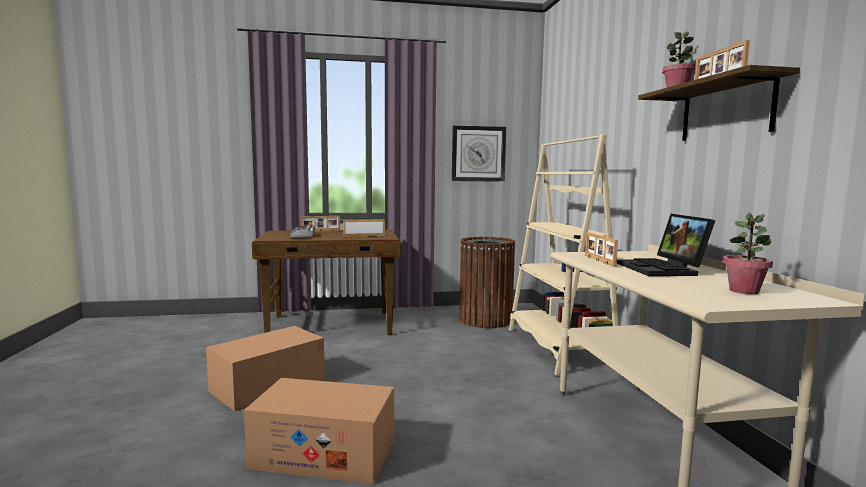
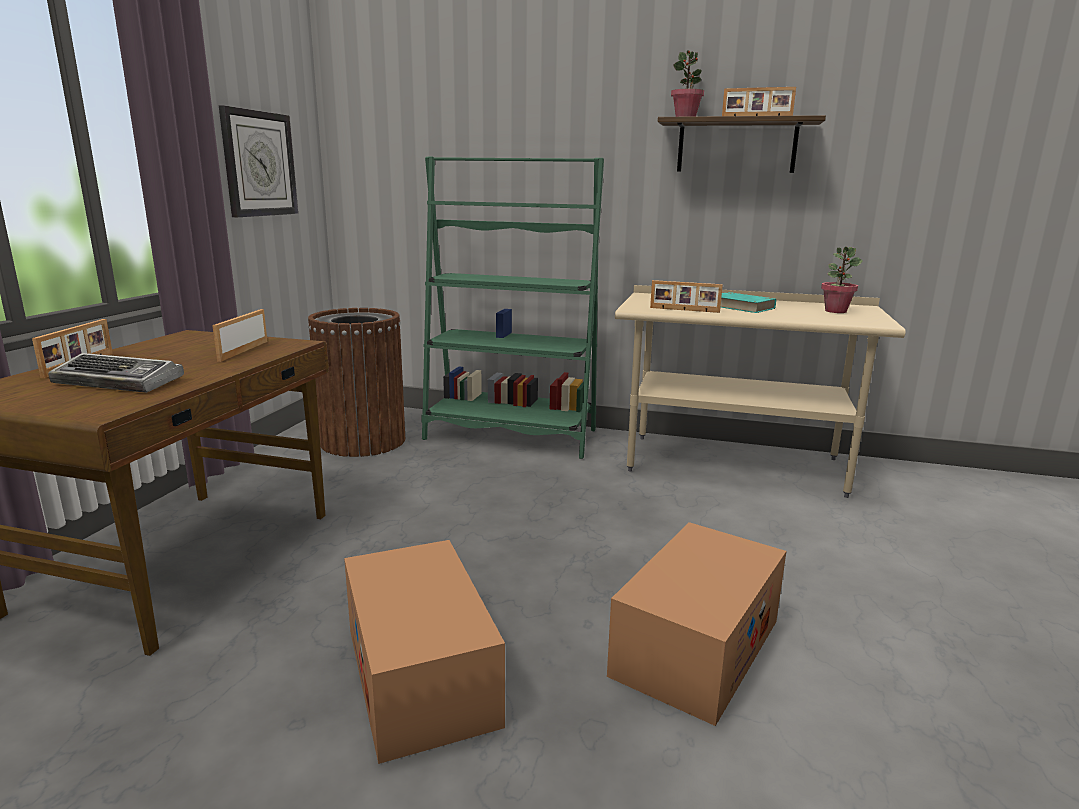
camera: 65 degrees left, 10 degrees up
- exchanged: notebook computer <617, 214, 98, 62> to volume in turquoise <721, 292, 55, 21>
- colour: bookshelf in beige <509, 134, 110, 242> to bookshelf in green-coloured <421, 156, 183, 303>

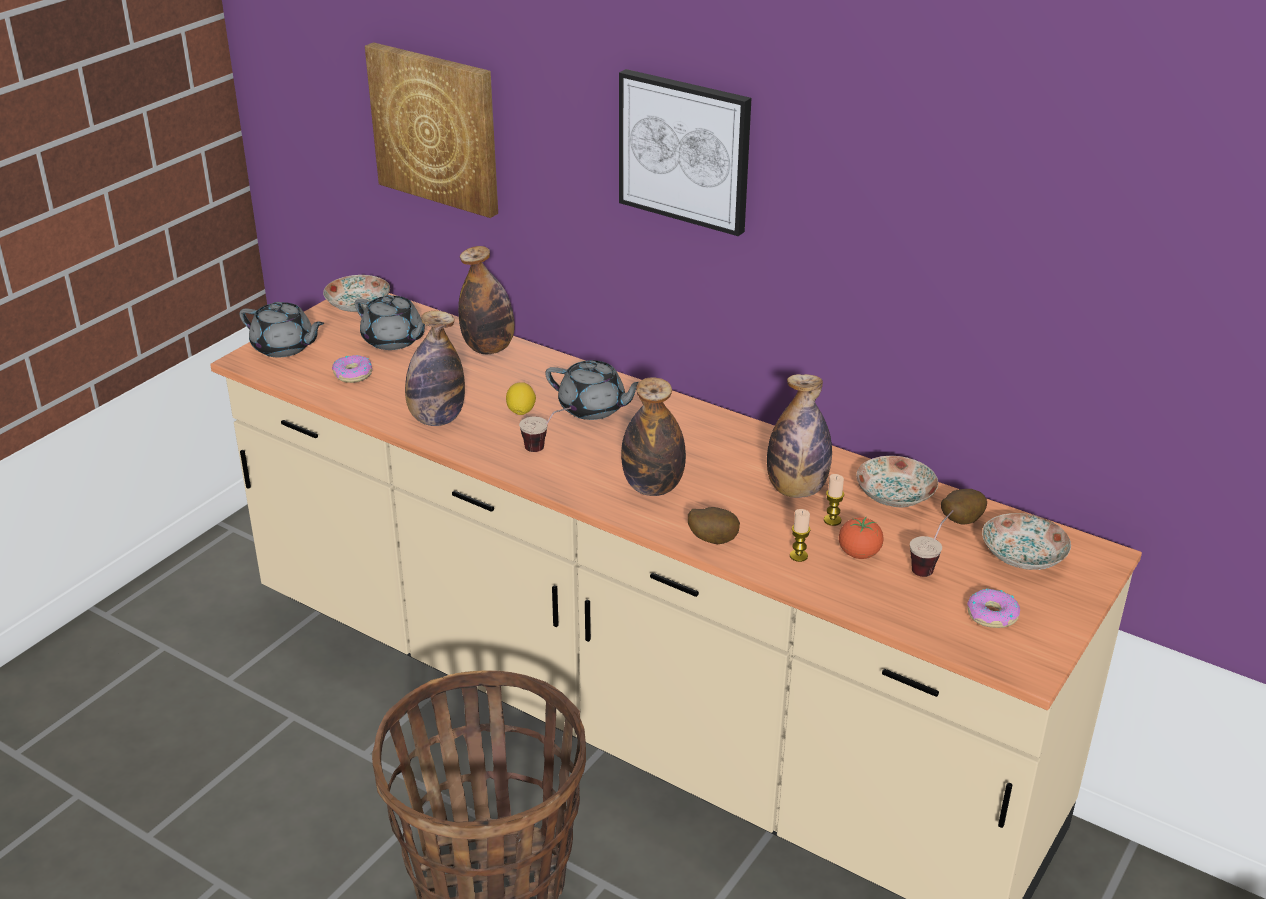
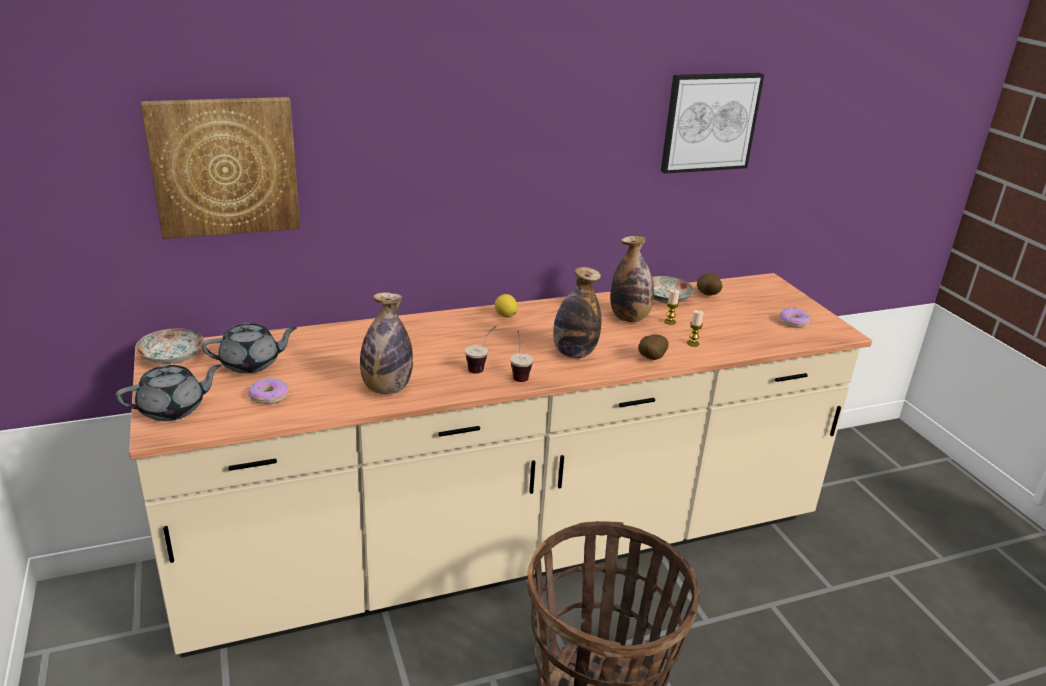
camera: 55 degrees left, 5 degrees down
- missing: beverage bottle <458, 246, 57, 108>
- missing: tea pot in gray <545, 360, 94, 60>
- missing: fresh tomato <839, 516, 45, 43>
- missing: flat dish <982, 513, 89, 57>
- relocated: lemon <506, 382, 30, 33> to <495, 294, 23, 24>
- relocated: wall picture <619, 69, 133, 167> to <661, 73, 103, 101>
- relocated: cup <910, 510, 44, 67> to <510, 330, 23, 52>

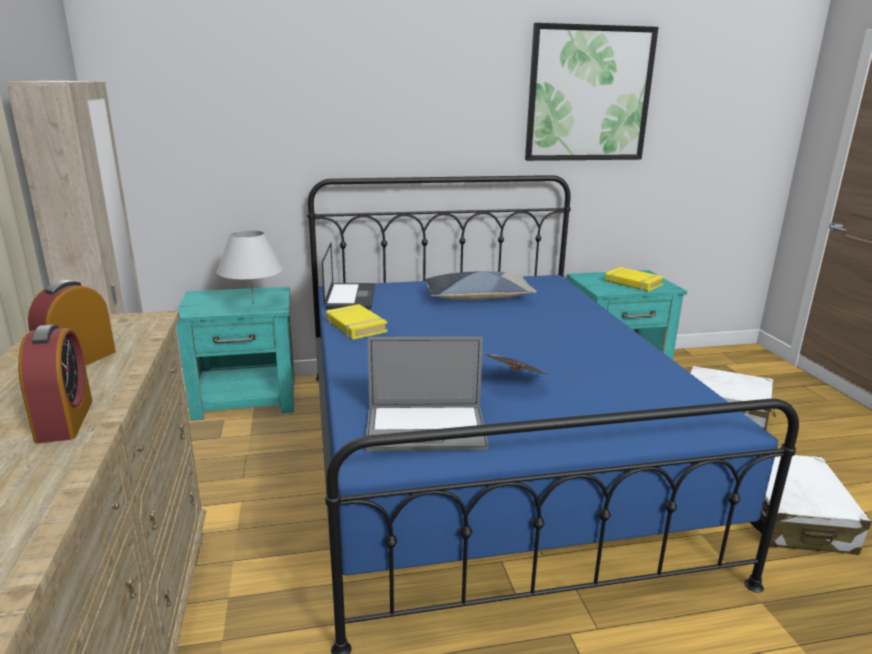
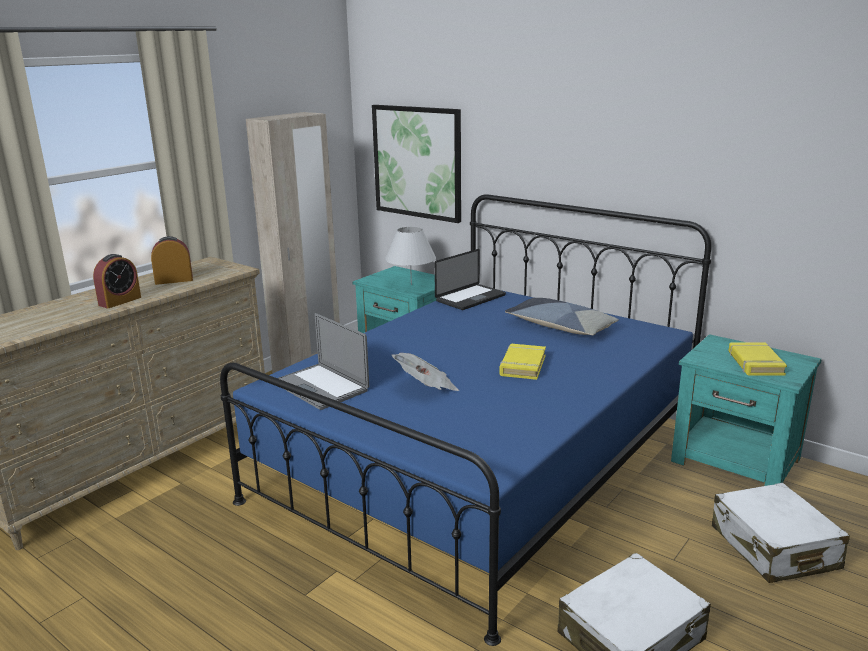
camera: 50 degrees right, 0 degrees up
- relocated: volume in yellow <326, 304, 61, 35> to <499, 344, 47, 36>
- relocated: wall picture <525, 23, 134, 138> to <372, 105, 89, 118>

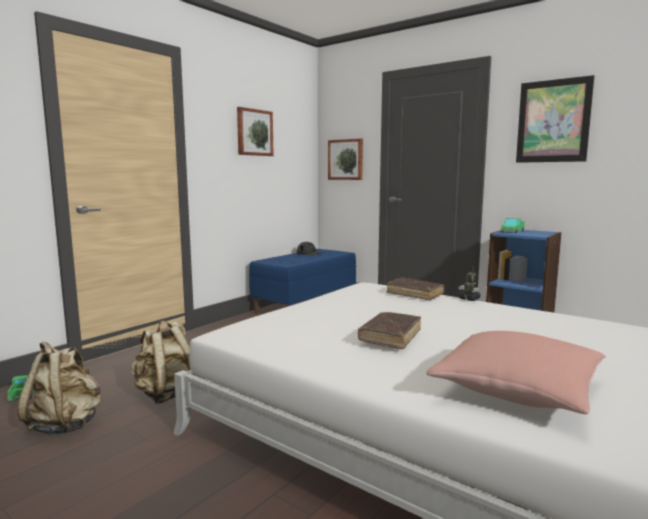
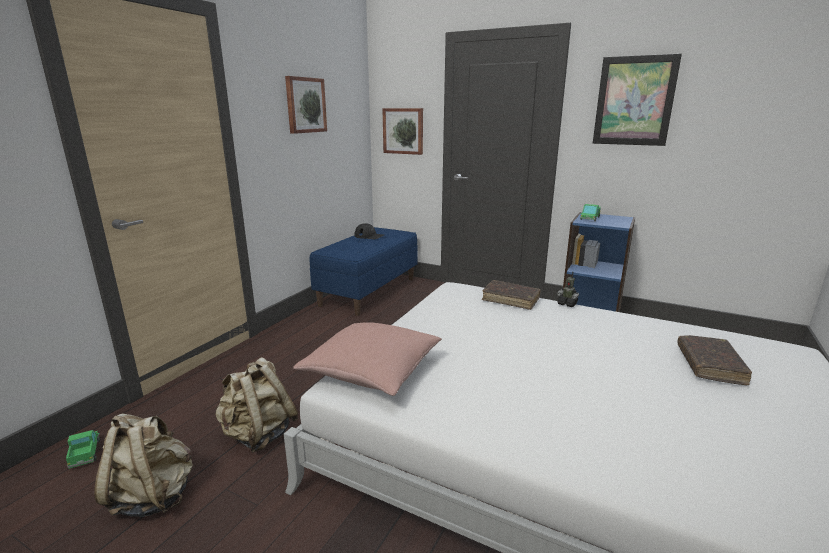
camera: 10 degrees left, 10 degrees up
- relocated: volume in brown-coloured <358, 312, 63, 37> to <677, 335, 75, 50>
- relocated: throw pillow in pinkish <426, 331, 180, 83> to <293, 322, 149, 74>

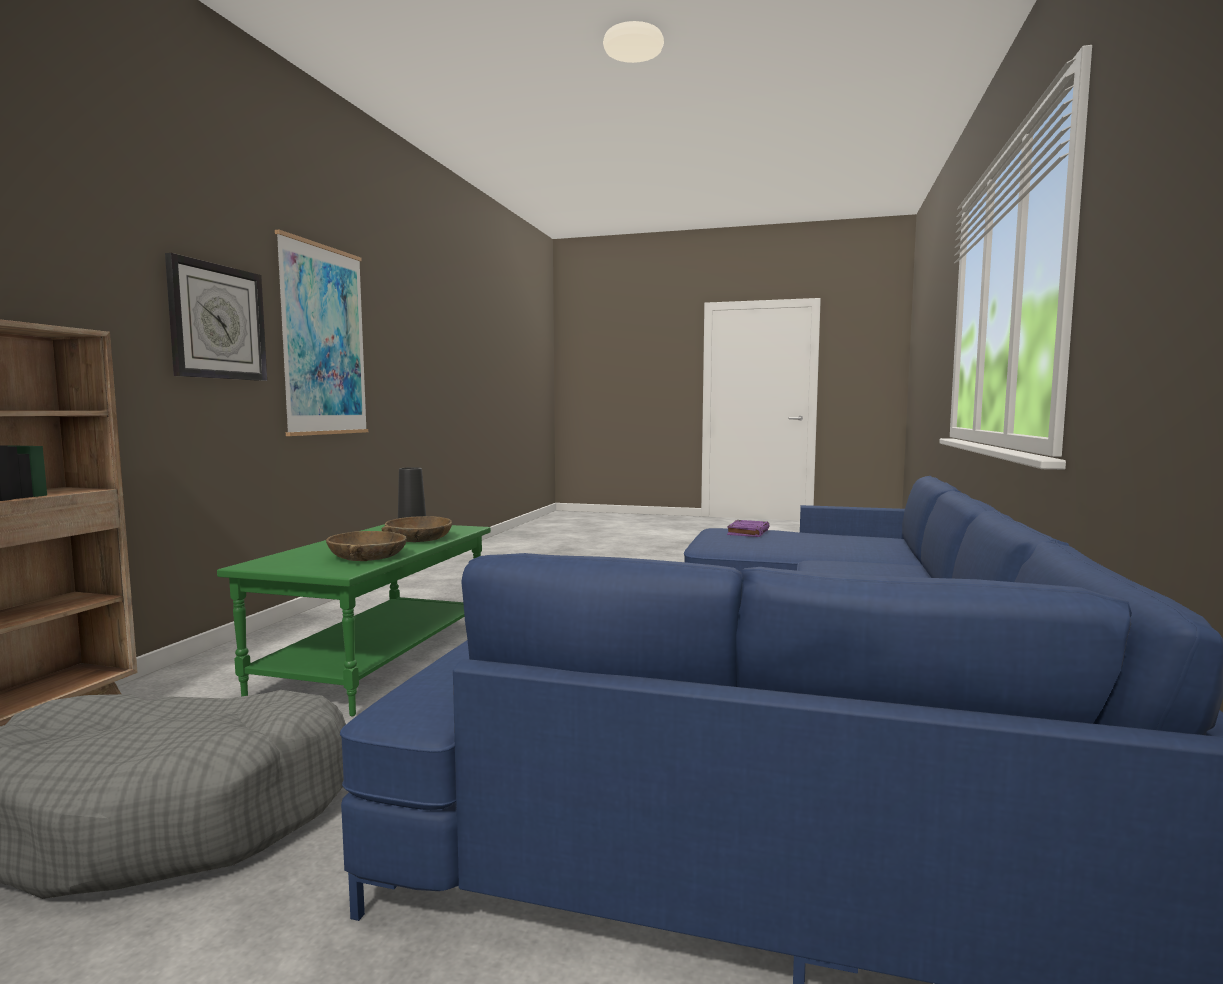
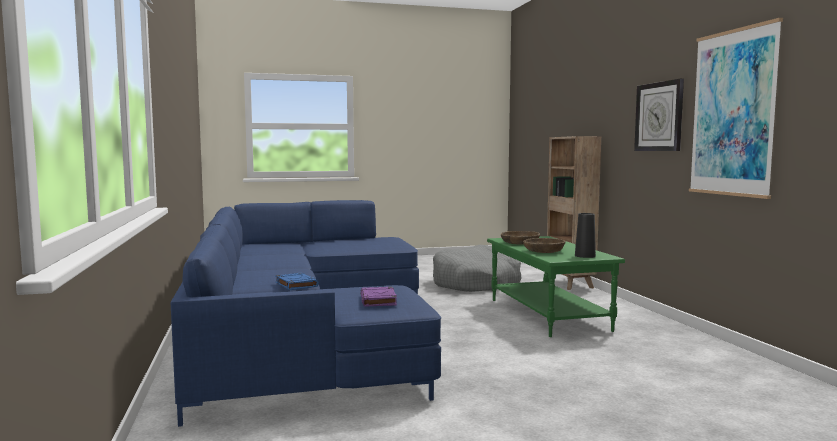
camera: 150 degrees right, 0 degrees up
- appeared: volume in bluish <275, 273, 44, 17>

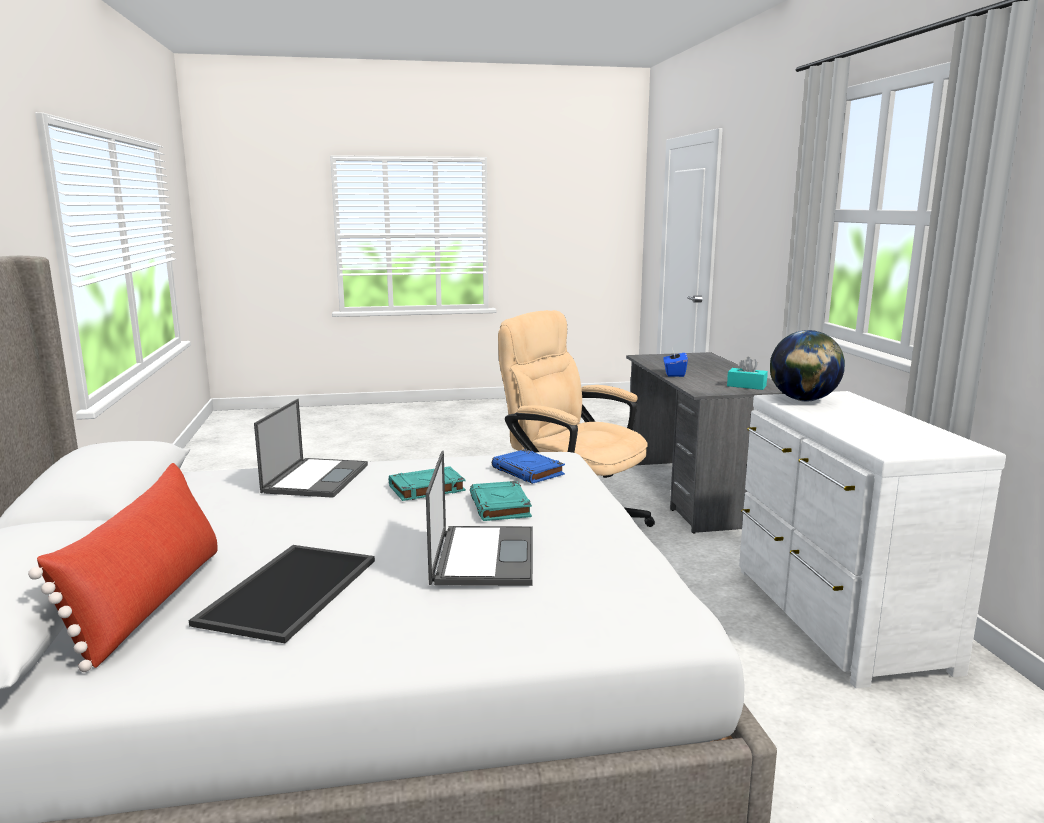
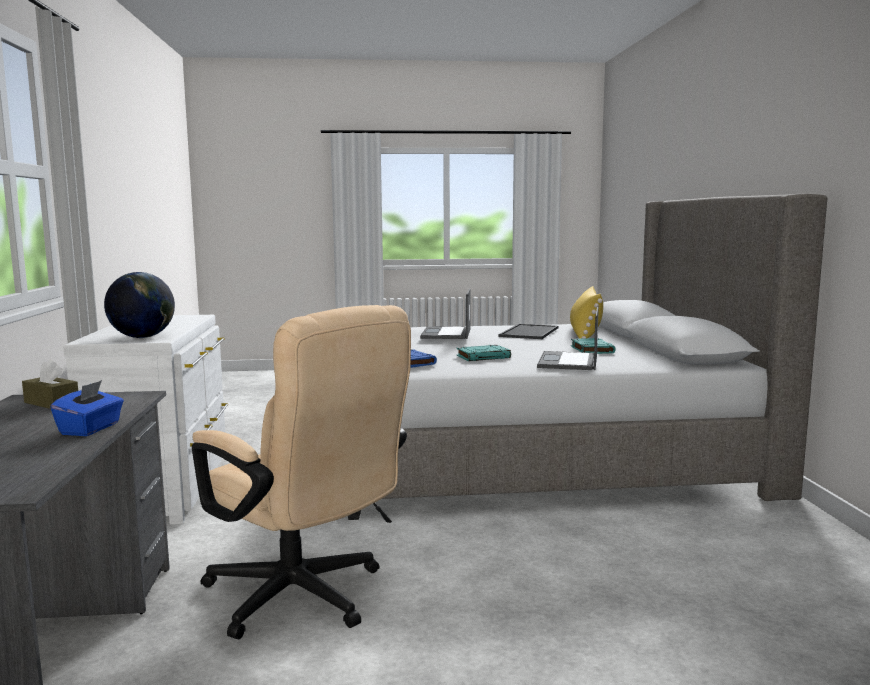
camera: 175 degrees left, 5 degrees down
- relocated: volume in turquoise <470, 481, 62, 40> to <571, 338, 45, 16>
- colour: throw pillow in reddish <28, 463, 190, 209> to throw pillow in yellow <570, 286, 33, 53>
- colour: box of tissues in turquoise <727, 357, 41, 33> to box of tissues in brown-coloured <22, 359, 56, 50>

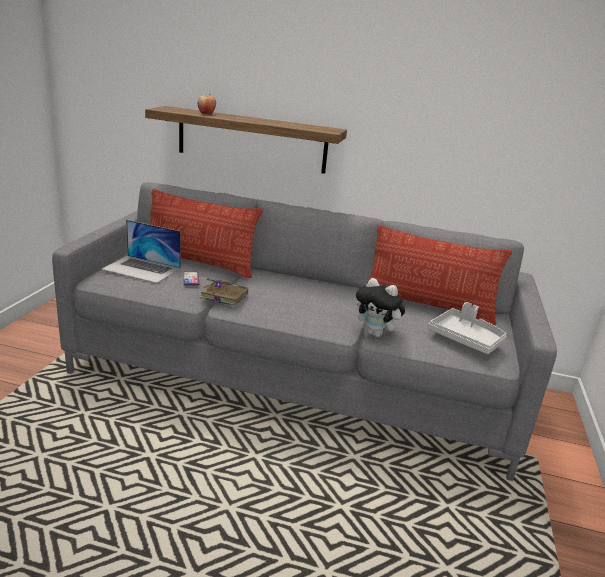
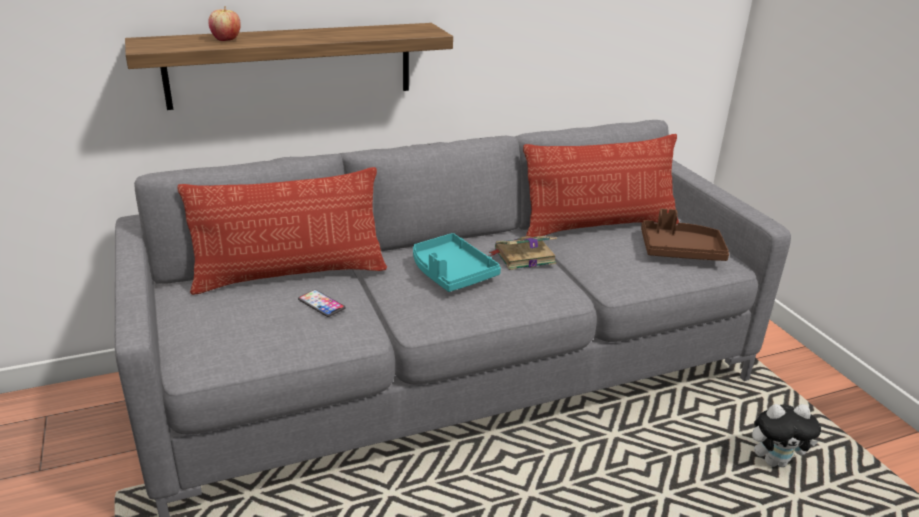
camera: 35 degrees left, 5 degrees up
- missing: notebook computer <101, 220, 80, 63>
- appeared: serving tray in turquoise <413, 233, 88, 59>
- relocated: volume <200, 277, 48, 30> to <488, 236, 69, 34>
- relocated: plush toy <356, 278, 49, 59> to <752, 404, 69, 63>
- colour: serving tray in gray <428, 302, 79, 52> to serving tray in brown-coloured <641, 209, 88, 52>

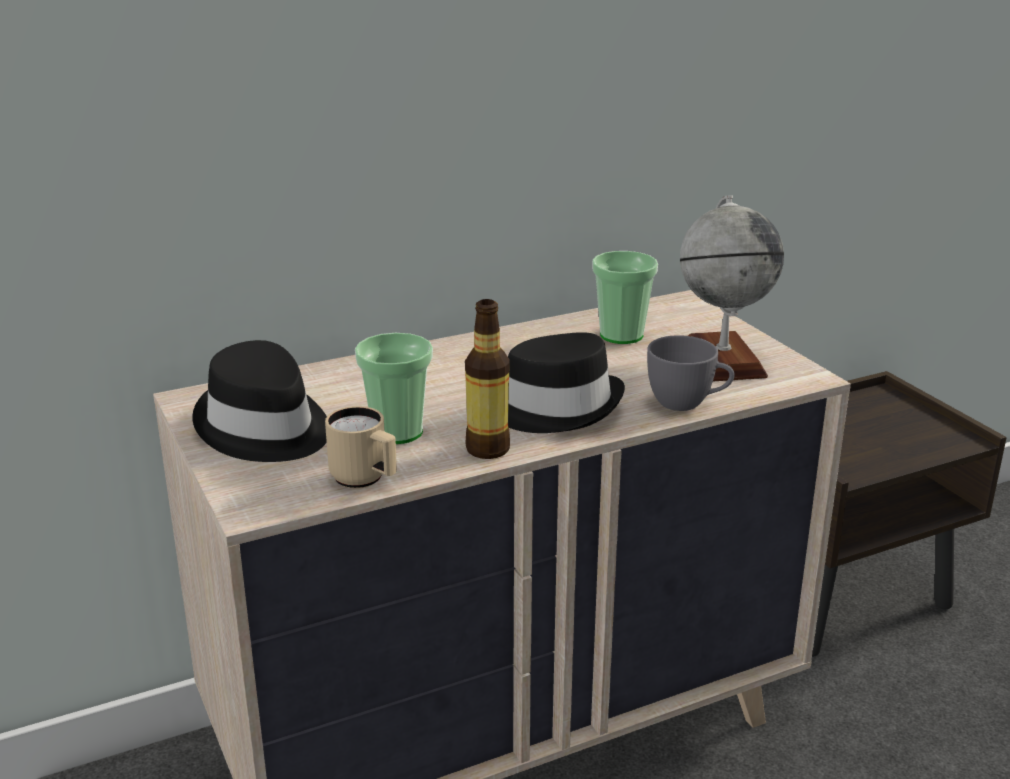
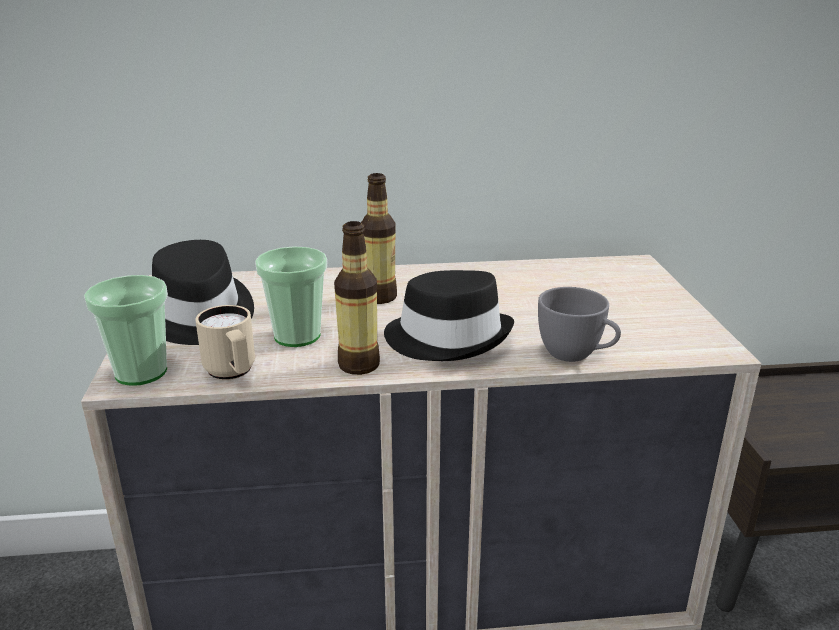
camera: 20 degrees right, 0 degrees up
- missing: world globe <680, 195, 104, 186>
- appeared: beverage bottle <361, 173, 36, 131>
- relocated: cup <592, 251, 66, 93> to <84, 275, 84, 111>

